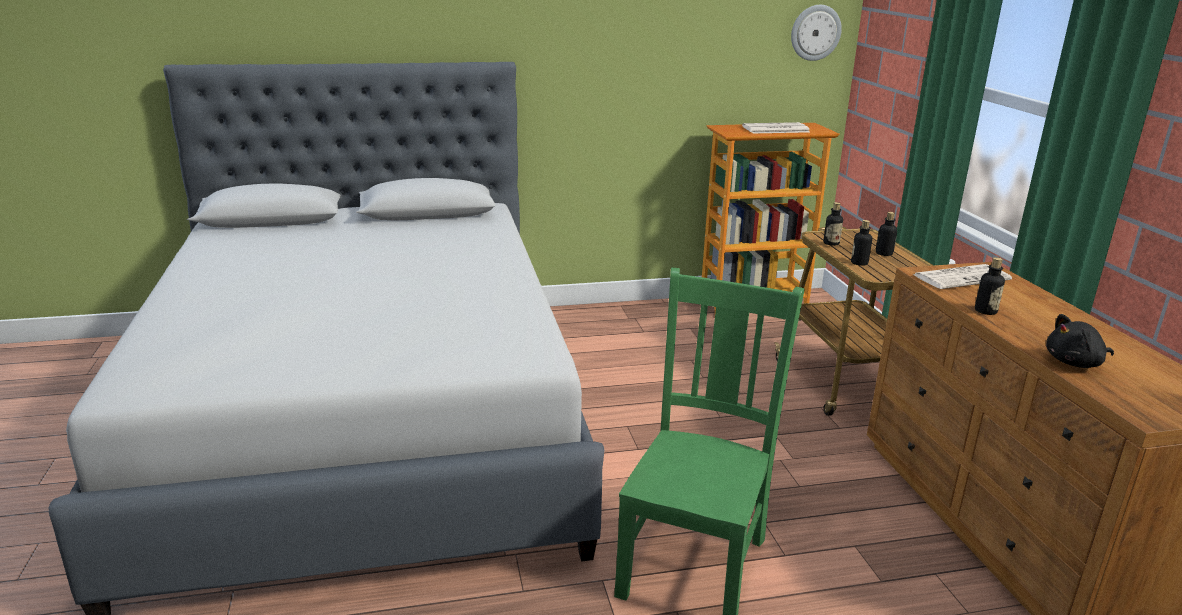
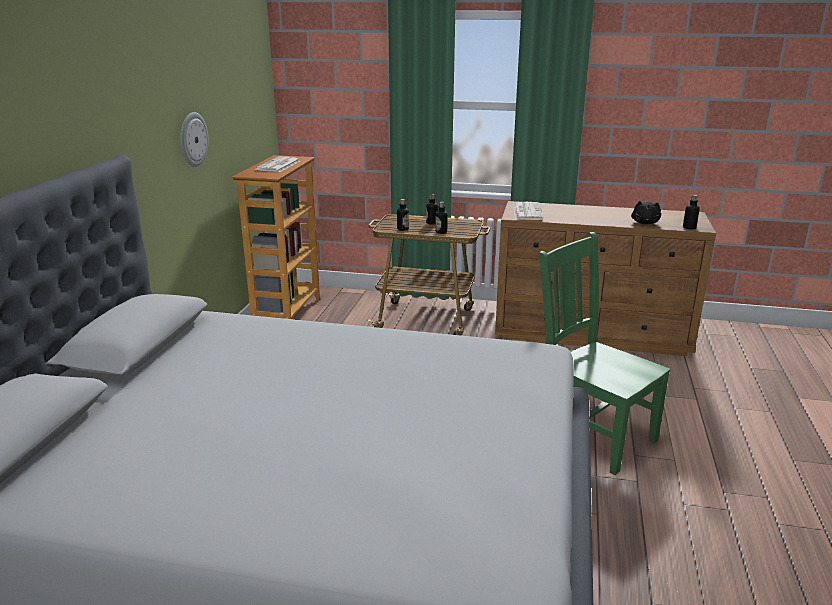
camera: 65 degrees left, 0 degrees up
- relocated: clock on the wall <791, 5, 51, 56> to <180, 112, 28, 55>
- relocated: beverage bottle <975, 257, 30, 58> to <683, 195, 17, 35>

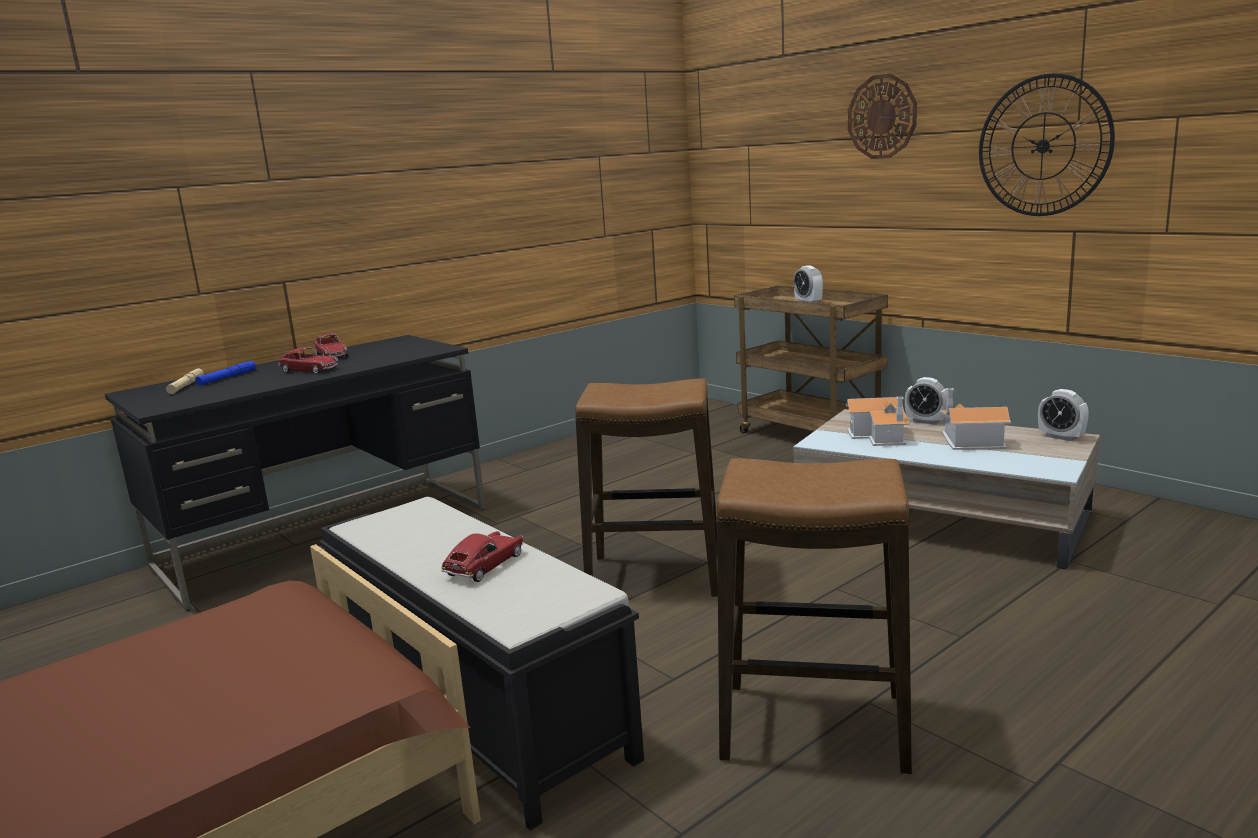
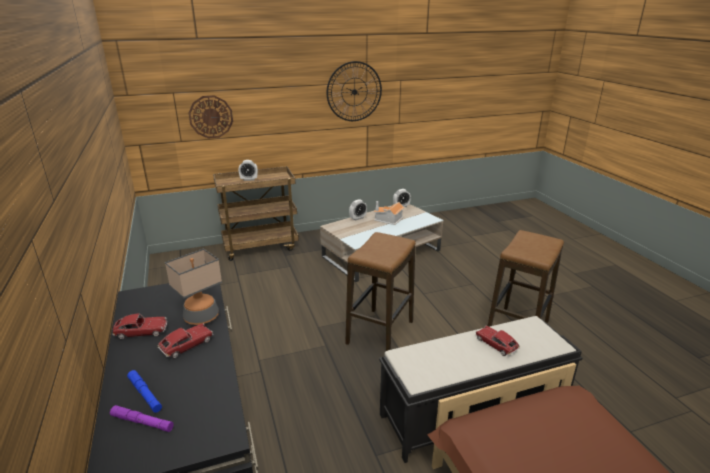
camera: 70 degrees left, 10 degrees up
- missing: miniature house <846, 397, 63, 49>
- appeared: lamp for a table <165, 248, 57, 77>
- relocated: clock on the wall <848, 73, 69, 86> to <188, 95, 45, 44>
- colour: flashlight in beige <166, 369, 38, 25> to flashlight in purple-coloured <110, 405, 64, 27>

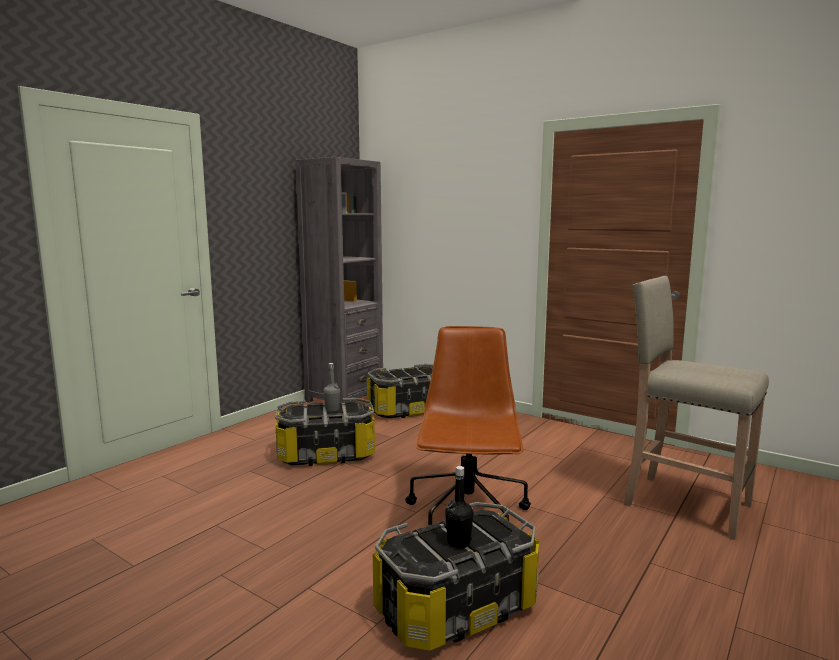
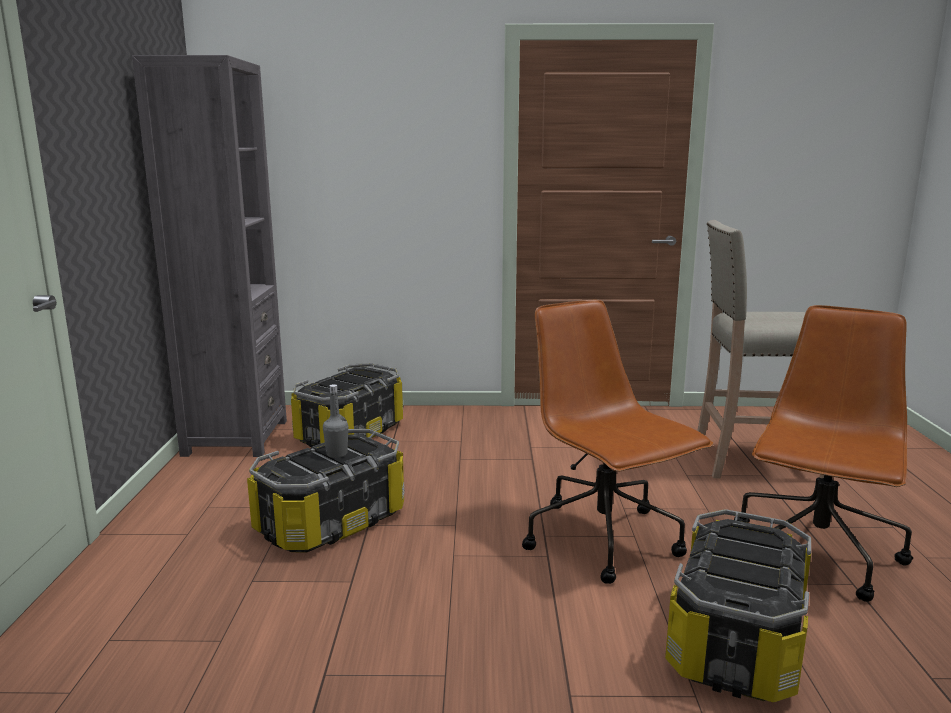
camera: 35 degrees left, 5 degrees up
- missing: beverage bottle in blackish <445, 466, 29, 83>
- appeared: desk chair in brown-coloured <734, 305, 179, 297>

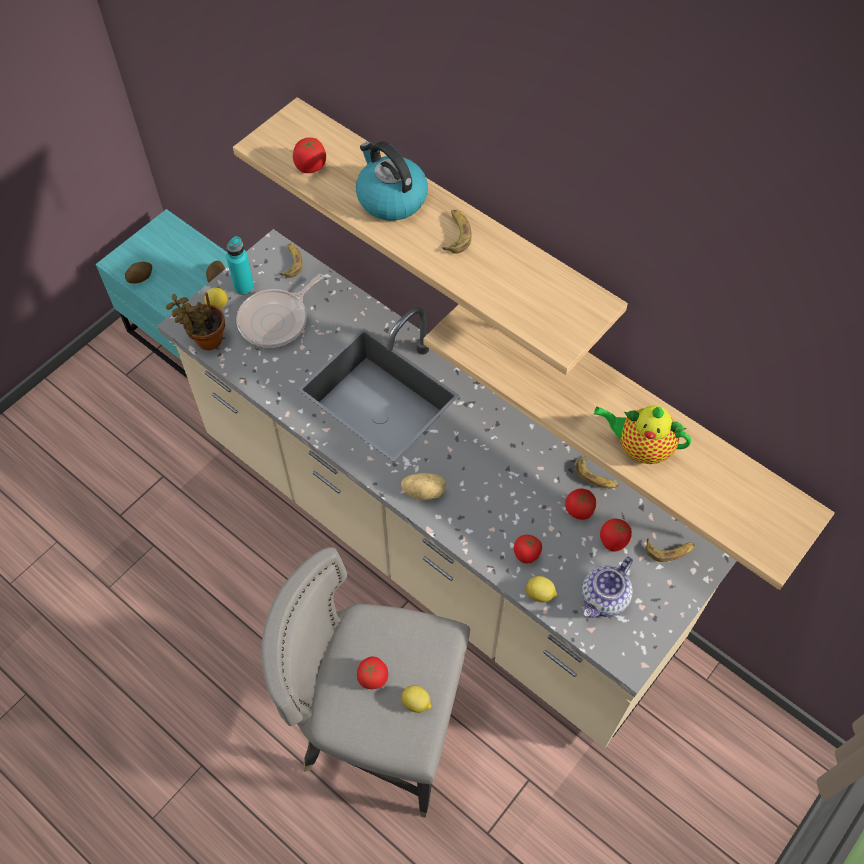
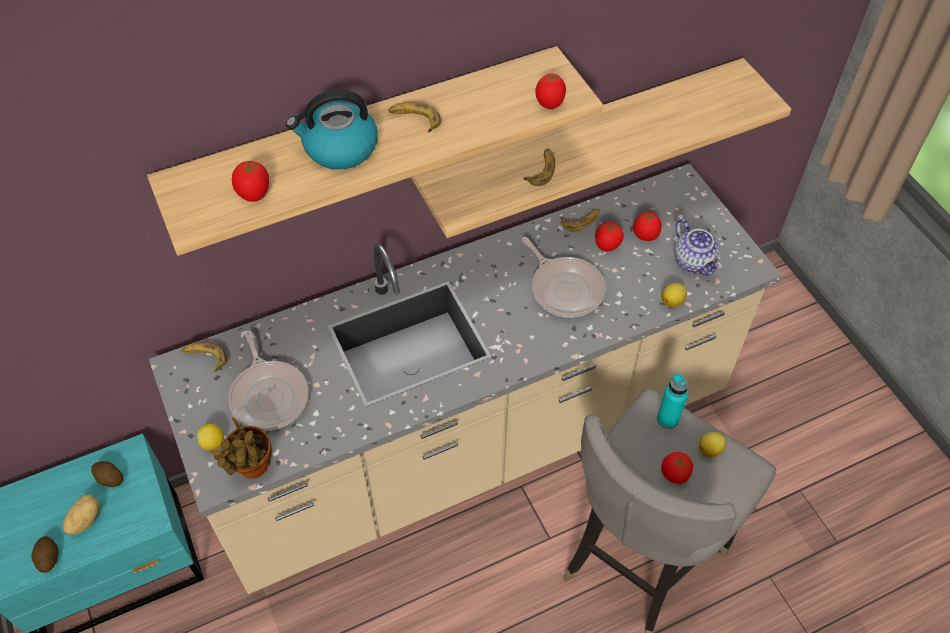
camera: 65 degrees left, 5 degrees down
- missing: tea pot <594, 405, 97, 59>
- appeared: frying pan <522, 237, 83, 81>
- relocated: beverage bottle in turquoise <226, 236, 28, 59> to <657, 373, 31, 56>
- relocated: spud <401, 473, 45, 27> to <62, 495, 38, 40>
- relocated: fresh tomato <514, 535, 28, 29> to <535, 74, 31, 35>
- relocated: whole banana <645, 538, 50, 24> to <523, 150, 32, 36>

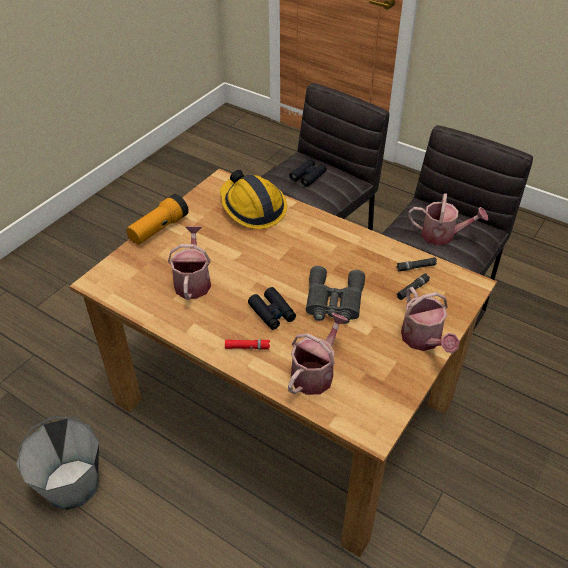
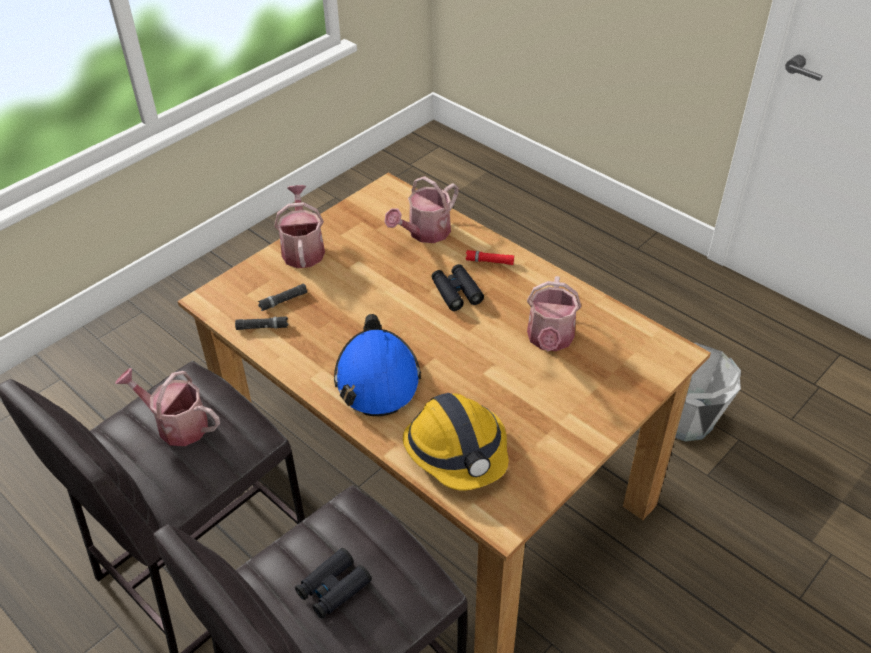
camera: 170 degrees left, 0 degrees up
- missing: flashlight <126, 194, 63, 51>
- missing: field glasses in gray <306, 266, 59, 58>
- appeared: safety helmet in bluish <334, 314, 87, 102>

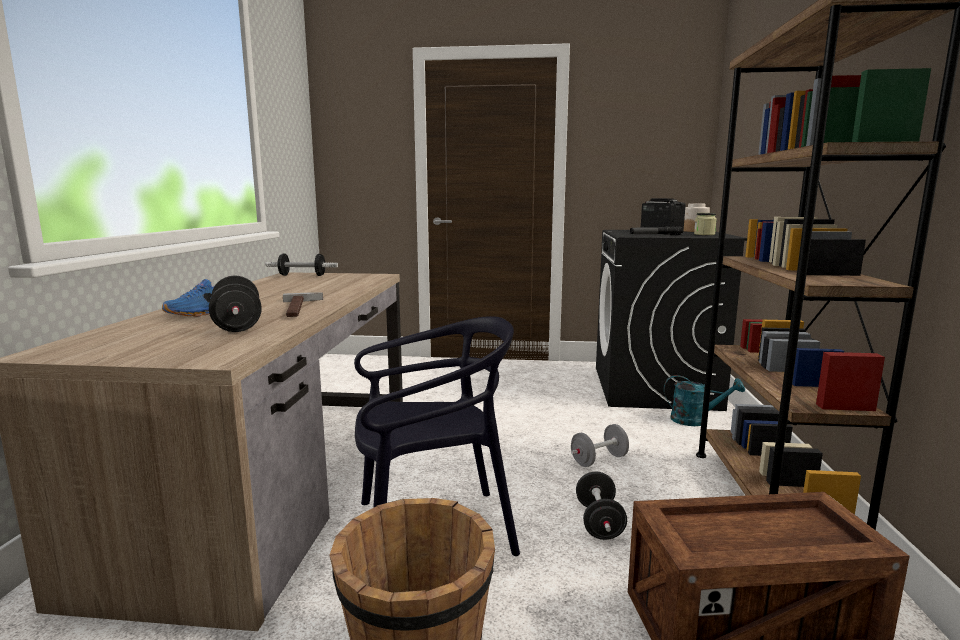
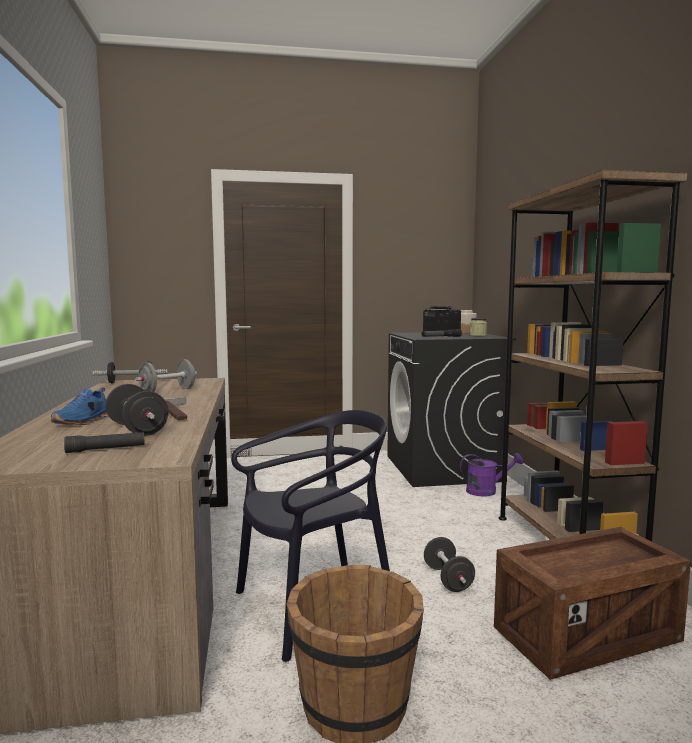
camera: 15 degrees left, 5 degrees down
- appeared: flashlight in blackish <64, 432, 81, 21>
- relocated: dumbbell in gray <571, 424, 58, 43> to <135, 359, 62, 33>
- colour: watering can in turquoise <664, 375, 81, 51> to watering can in purple-coloured <460, 453, 64, 43>

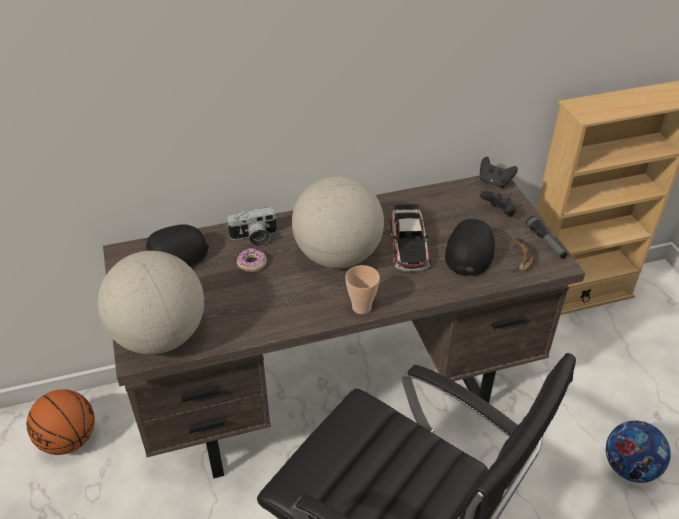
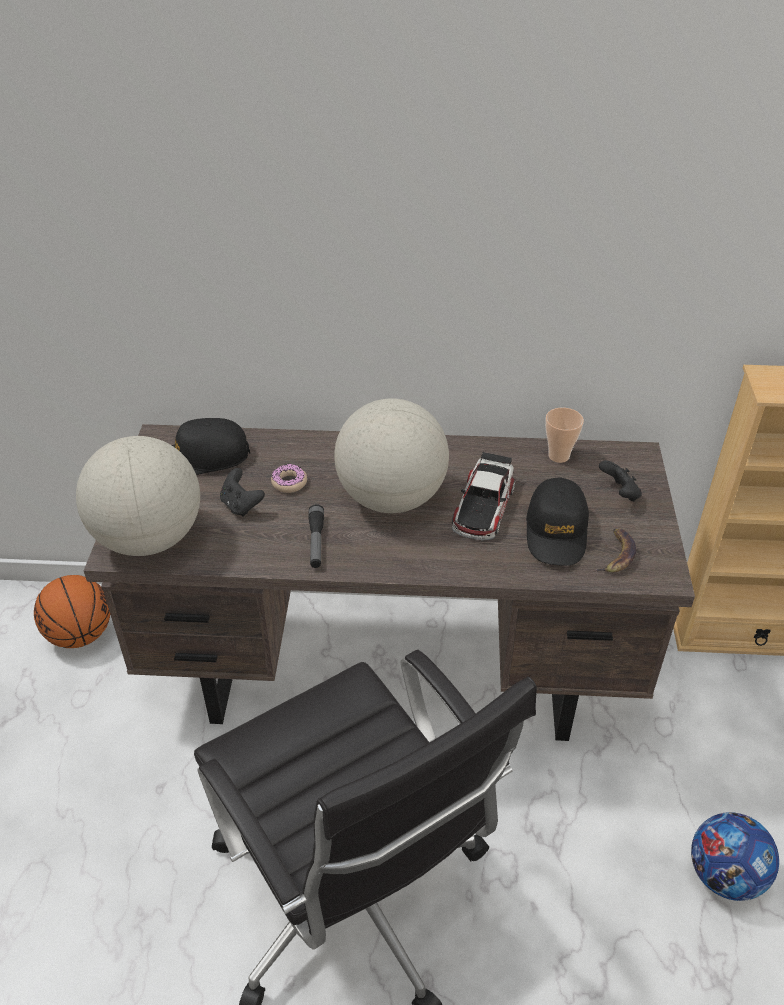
camera: 20 degrees right, 0 degrees up
- missing: still camera <226, 207, 51, 39>
- relocated: cup <345, 265, 35, 49> to <545, 408, 39, 55>
- relocated: joypad in blackish <480, 157, 38, 31> to <220, 468, 45, 49>
- relocated: flashlight <526, 216, 41, 43> to <308, 504, 16, 64>
- spun: baseball cap in blackish <445, 219, 50, 57> = <526, 477, 63, 89> 150 degrees clockwise

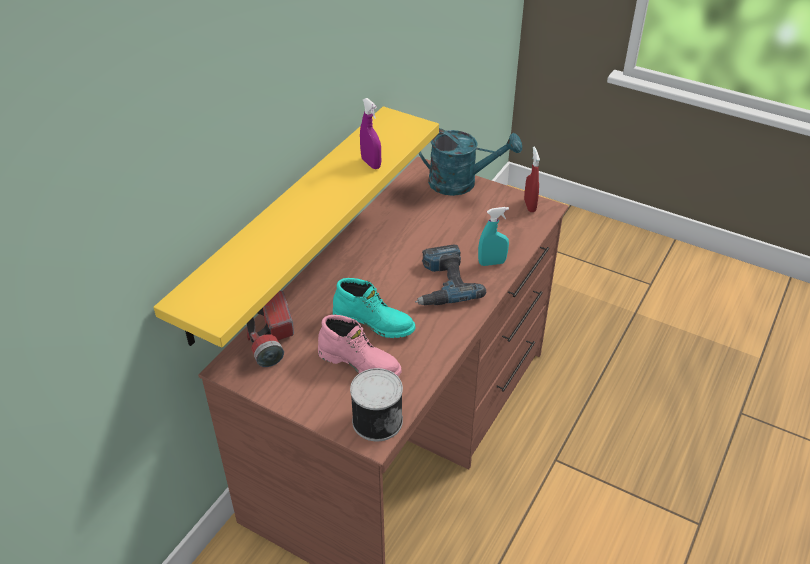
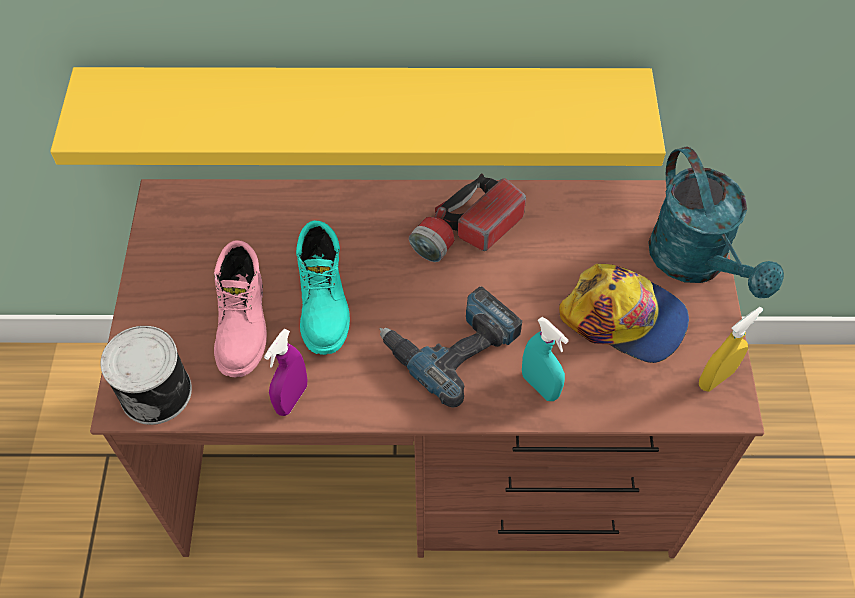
camera: 60 degrees right, 15 degrees up
- appeared: baseball cap <559, 264, 130, 99>
- relocated: flashlight <247, 291, 47, 76> to <409, 173, 117, 89>
- relocated: sprayer in purple-coloured <360, 98, 21, 71> to <264, 329, 43, 87>
- colour: sprayer in reddish <524, 147, 16, 65> to sprayer in yellow <699, 307, 64, 85>

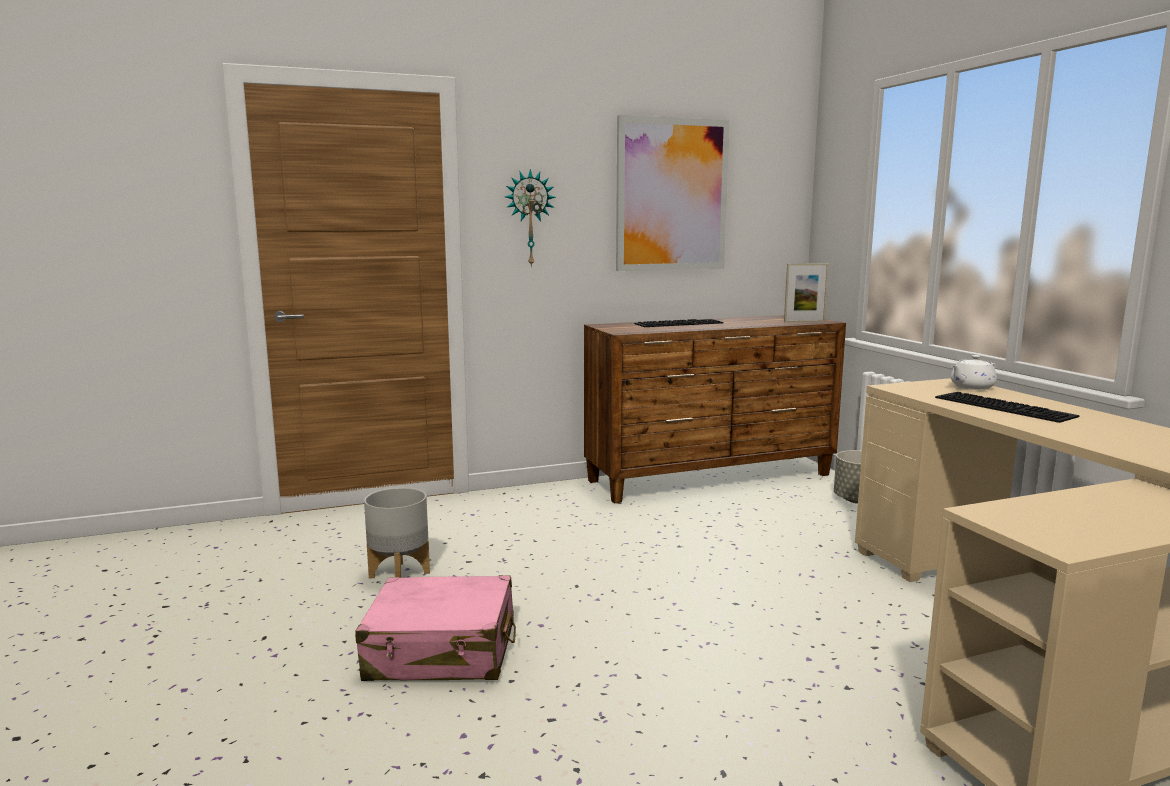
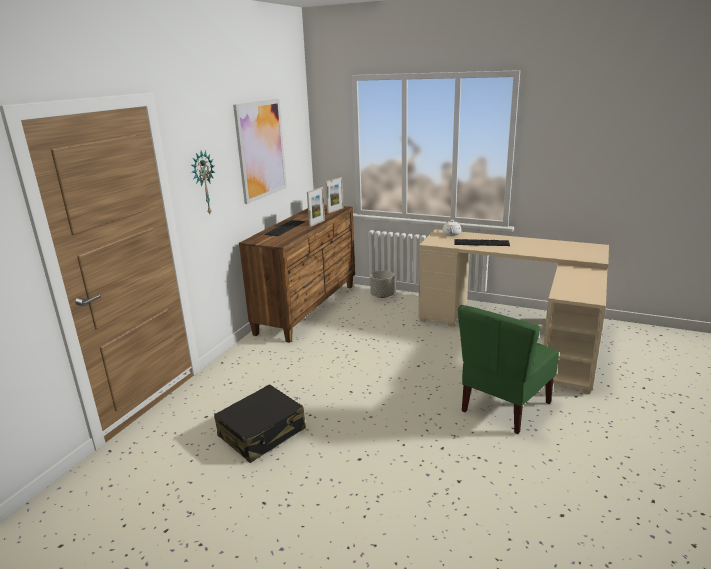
camera: 45 degrees left, 10 degrees up
- missing: travel case in pinkish <355, 575, 161, 106>
- appeared: photo frame <307, 187, 18, 40>
- appeared: upright chair in green-coloured <458, 305, 101, 129>
- exchanged: plant pot in gray <364, 487, 66, 92> to travel case in blackish <214, 384, 92, 79>

